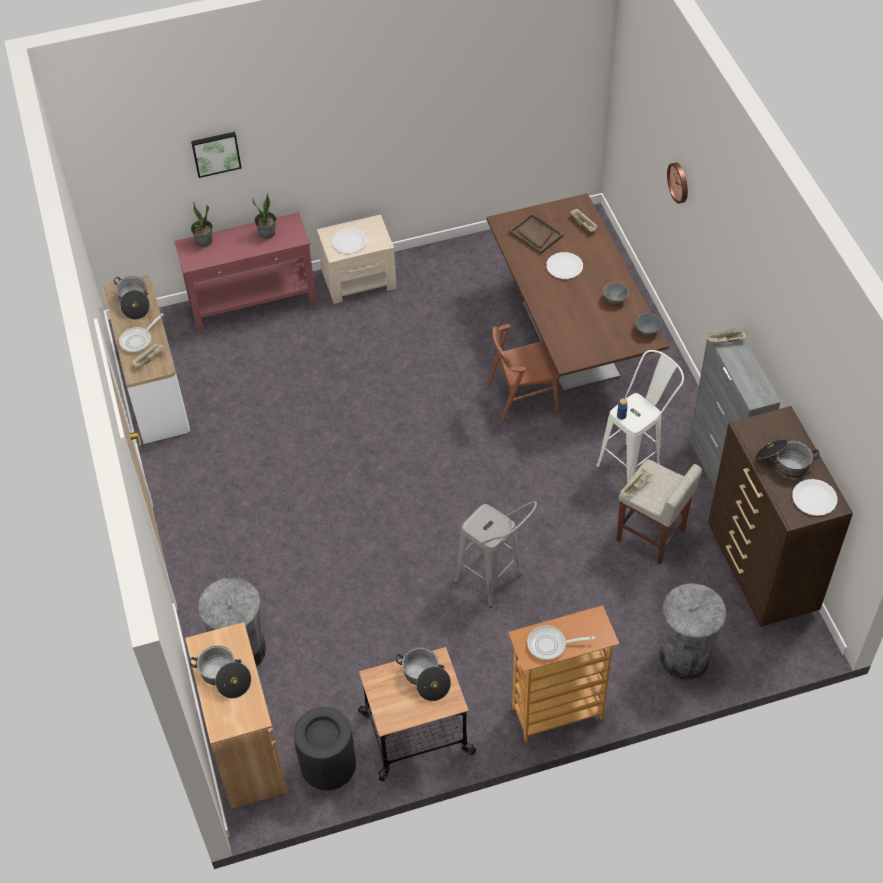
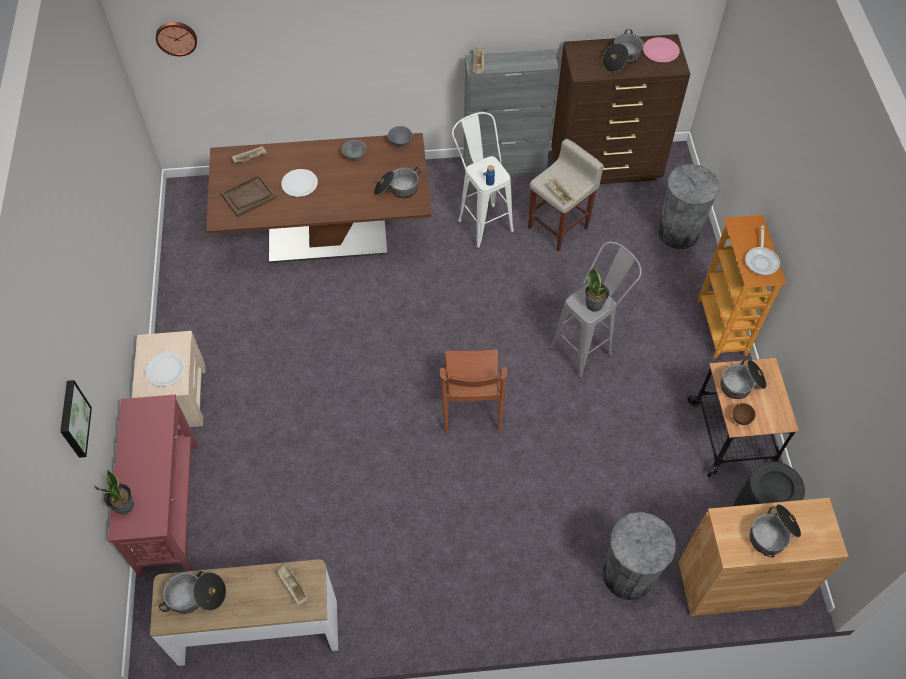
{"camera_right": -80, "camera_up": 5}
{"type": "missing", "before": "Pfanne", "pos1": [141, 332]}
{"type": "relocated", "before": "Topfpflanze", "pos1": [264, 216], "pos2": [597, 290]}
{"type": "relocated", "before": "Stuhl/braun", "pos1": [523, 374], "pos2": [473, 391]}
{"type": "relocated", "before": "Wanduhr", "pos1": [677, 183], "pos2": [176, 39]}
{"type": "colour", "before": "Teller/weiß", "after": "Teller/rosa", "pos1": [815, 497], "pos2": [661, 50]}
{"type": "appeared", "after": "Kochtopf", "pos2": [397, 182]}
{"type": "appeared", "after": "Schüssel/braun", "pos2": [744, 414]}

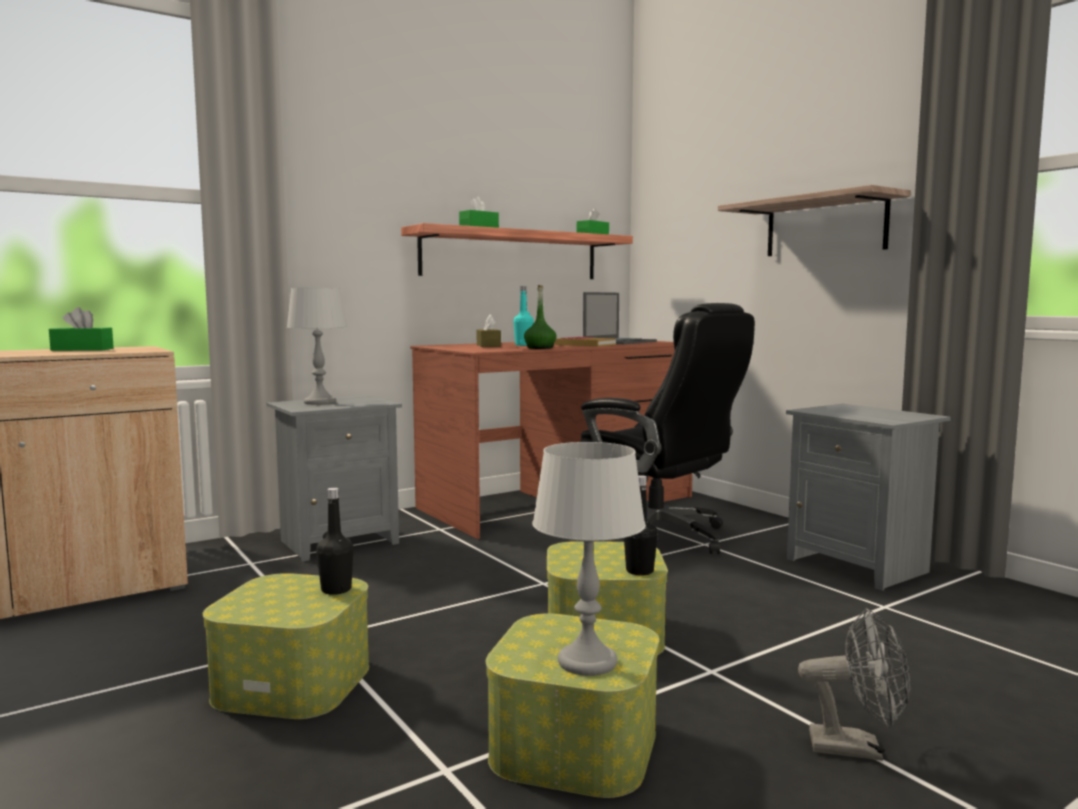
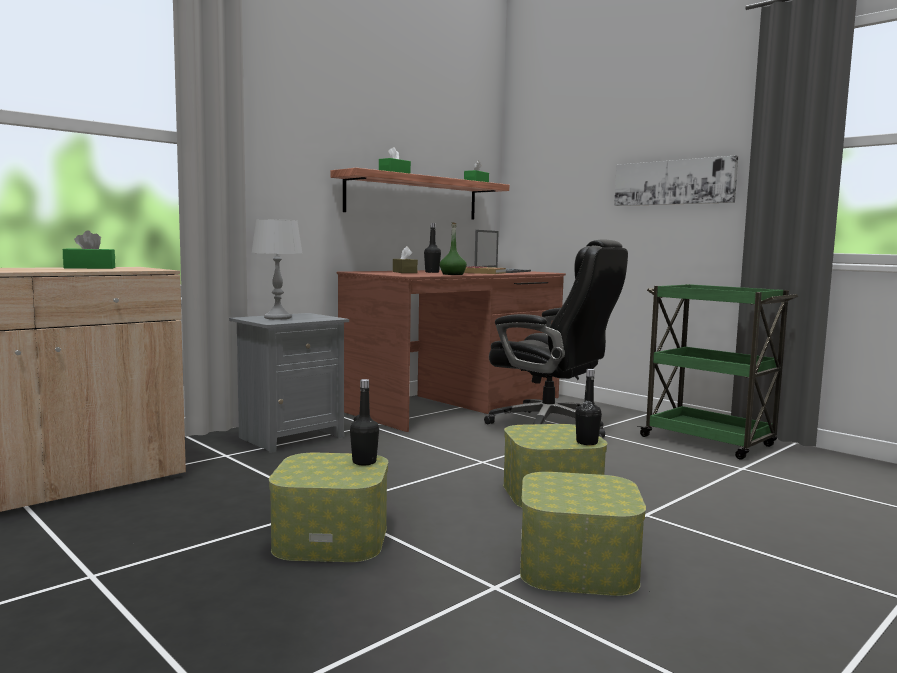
{"camera_right": -10, "camera_up": 0}
{"type": "colour", "before": "Flasche/türkis", "after": "Flasche/schwarz", "pos1": [523, 316], "pos2": [432, 248]}
{"type": "missing", "before": "Tischlampe/grau", "pos1": [589, 559]}
{"type": "exchanged", "before": "Wandregal", "after": "Bild", "pos1": [814, 220], "pos2": [676, 180]}
{"type": "exchanged", "before": "Nachttisch/grau", "after": "Rollwagen/grün", "pos1": [868, 497], "pos2": [718, 372]}
{"type": "missing", "before": "Ventilator/grau", "pos1": [854, 684]}

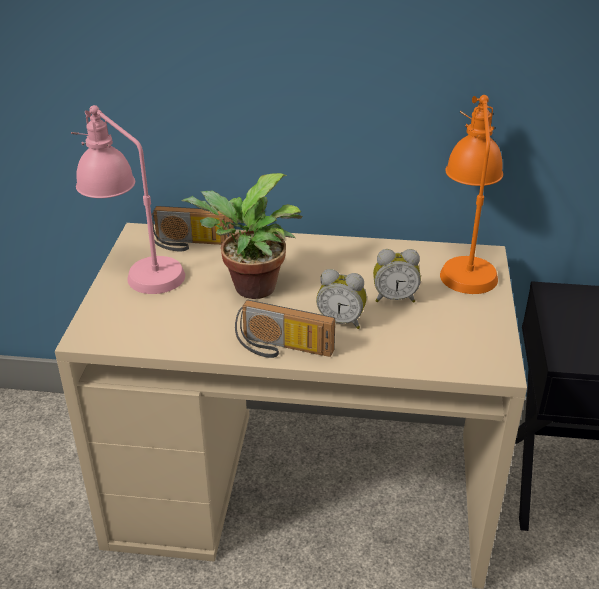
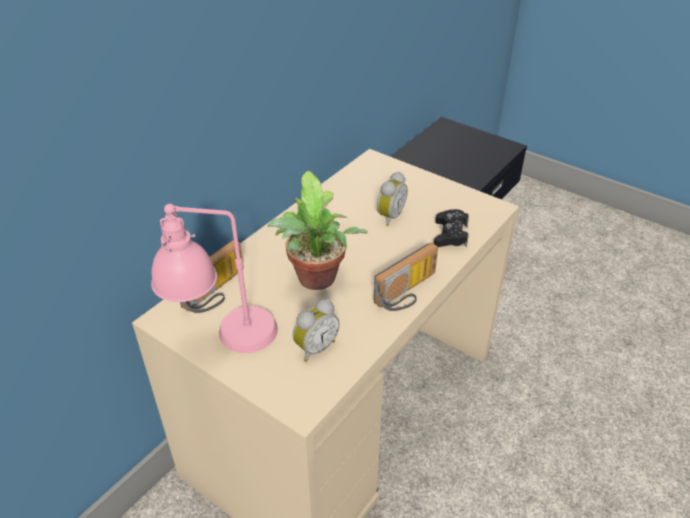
{"camera_right": -60, "camera_up": 5}
{"type": "relocated", "before": "Wecker", "pos1": [341, 299], "pos2": [316, 330]}
{"type": "missing", "before": "Tischlampe/orange", "pos1": [471, 194]}
{"type": "appeared", "after": "Gamepad/schwarz", "pos2": [451, 228]}

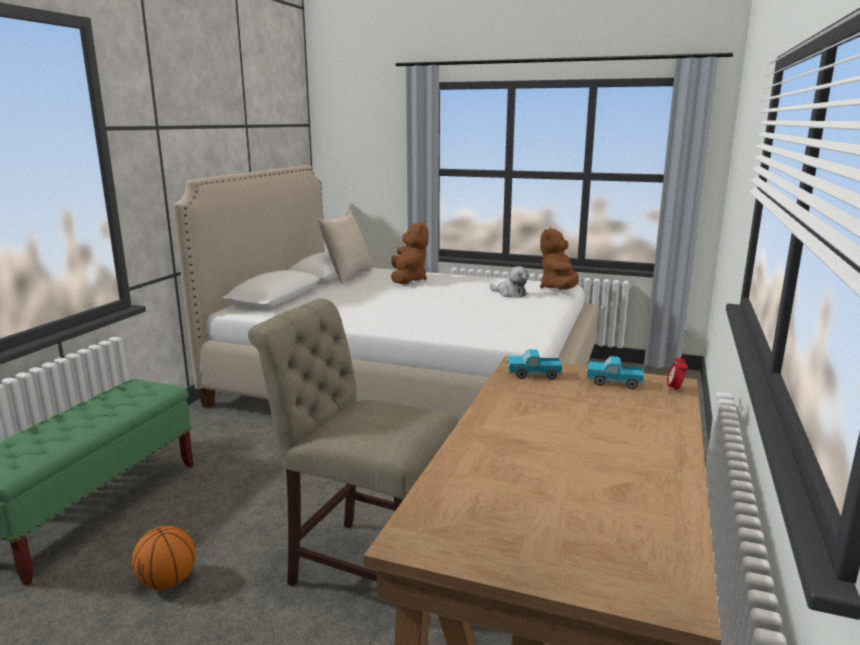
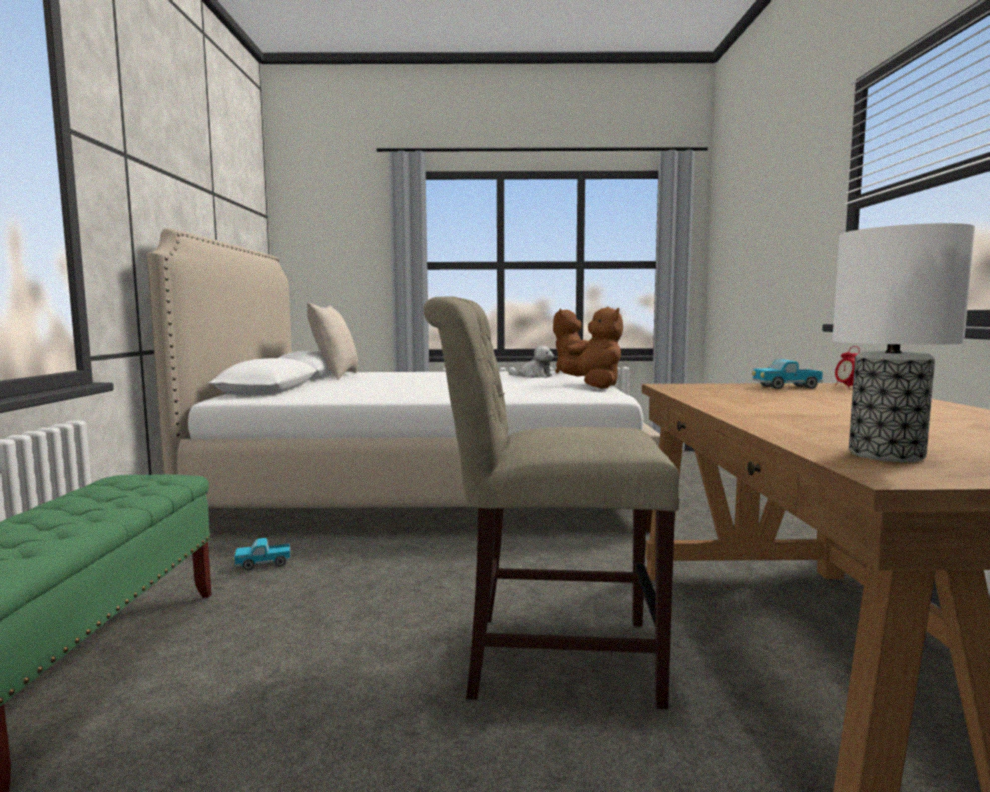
{"camera_right": -20, "camera_up": -10}
{"type": "missing", "before": "Basketball", "pos1": [164, 558]}
{"type": "relocated", "before": "Plüschtier/braun", "pos1": [410, 252], "pos2": [591, 348]}
{"type": "relocated", "before": "Spielzeuglaster", "pos1": [534, 364], "pos2": [262, 554]}
{"type": "appeared", "after": "Tischlampe", "pos2": [903, 342]}

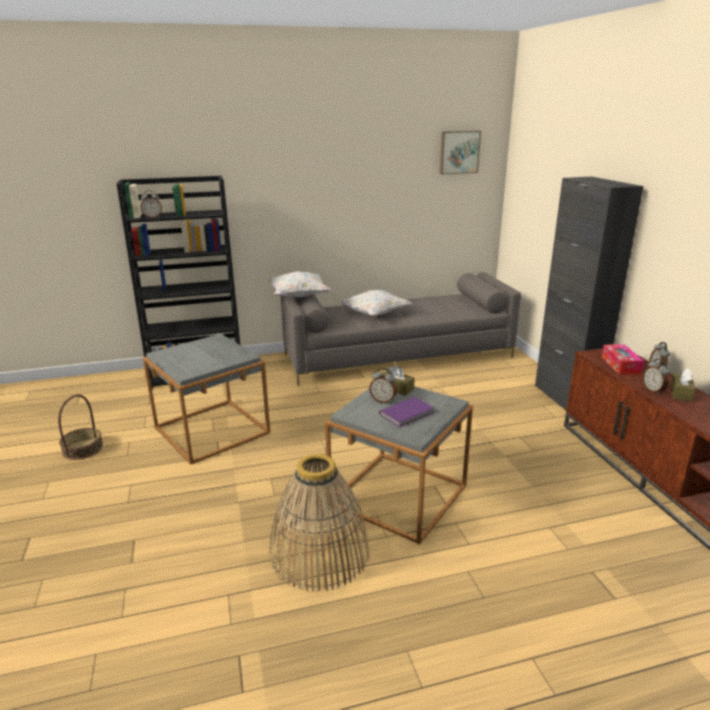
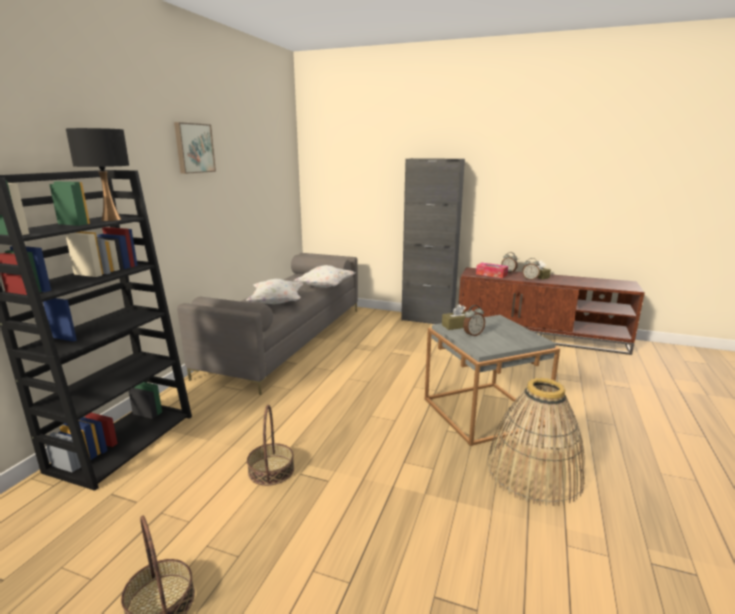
{"camera_right": -55, "camera_up": -5}
{"type": "missing", "before": "Wecker", "pos1": [151, 204]}
{"type": "exchanged", "before": "Beistelltisch/grau", "after": "Korb", "pos1": [206, 399], "pos2": [270, 445]}
{"type": "relocated", "before": "Kissen/weiß", "pos1": [299, 284], "pos2": [324, 276]}
{"type": "missing", "before": "Buch/lila", "pos1": [407, 412]}
{"type": "relocated", "before": "Bild", "pos1": [460, 153], "pos2": [195, 148]}
{"type": "appeared", "after": "Tischlampe/schwarz", "pos2": [97, 174]}

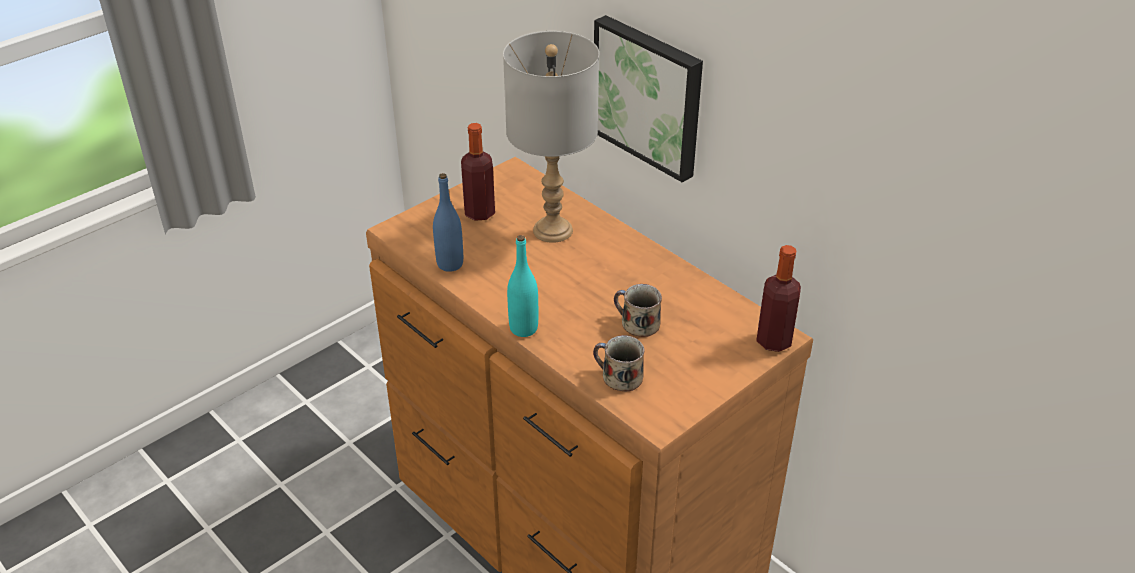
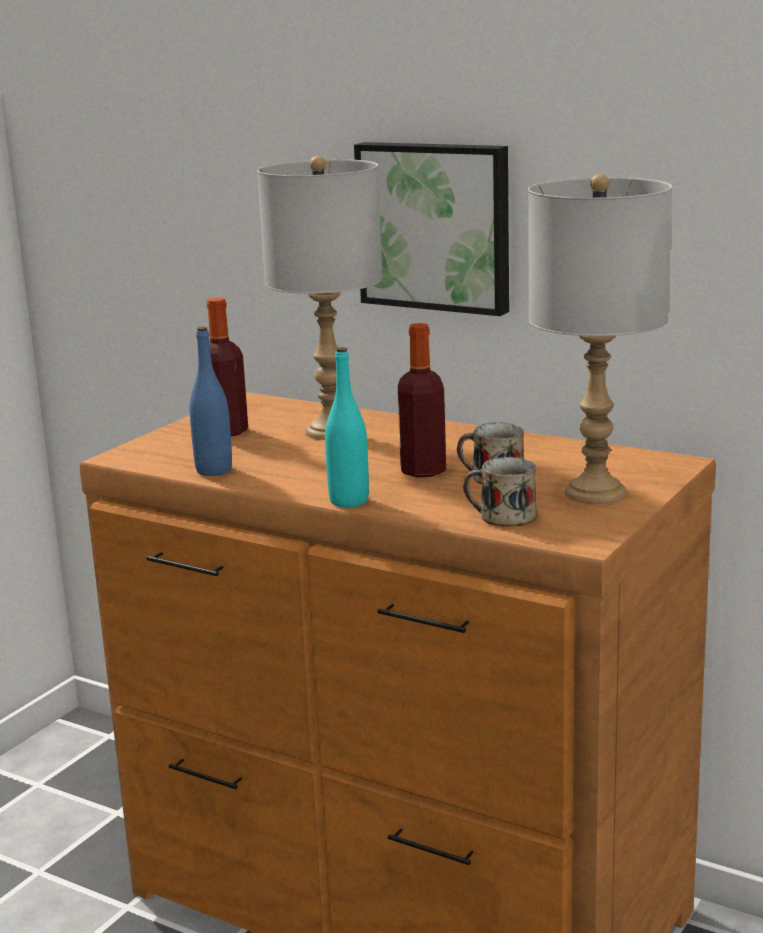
{"camera_right": -15, "camera_up": -20}
{"type": "relocated", "before": "Flasche", "pos1": [778, 298], "pos2": [422, 400]}
{"type": "appeared", "after": "Tischlampe/grau", "pos2": [600, 339]}

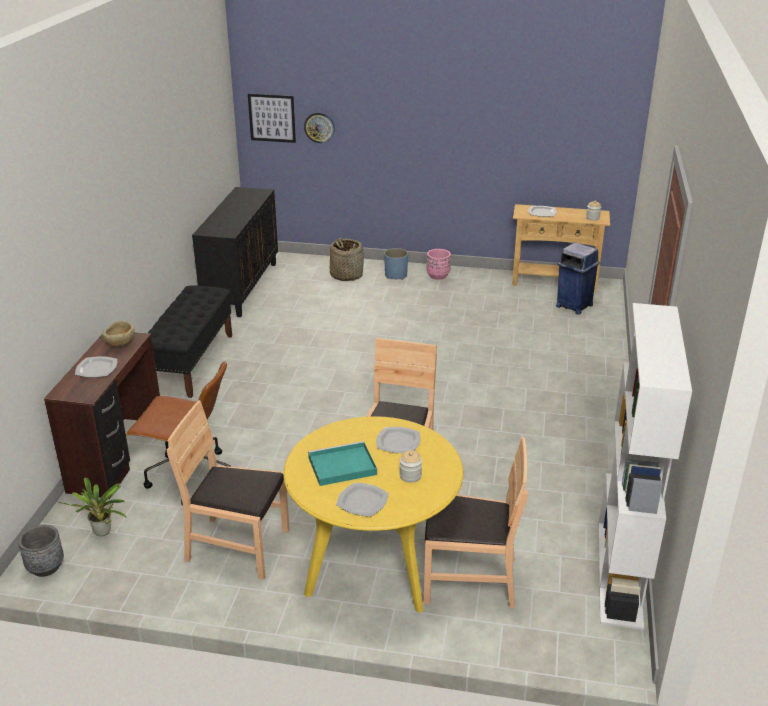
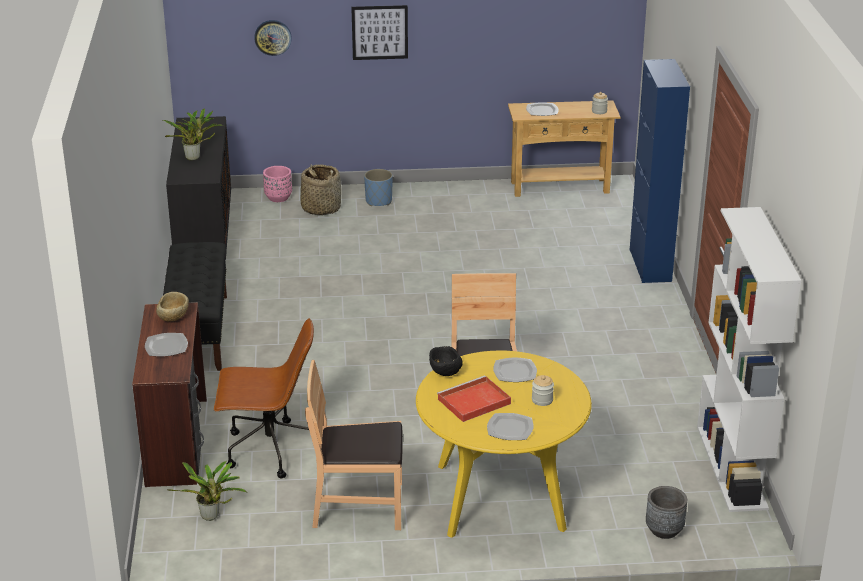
{"camera_right": -15, "camera_up": 0}
{"type": "relocated", "before": "Pflanzkübel/grau", "pos1": [41, 551], "pos2": [666, 512]}
{"type": "relocated", "before": "Bild", "pos1": [272, 118], "pos2": [379, 32]}
{"type": "colour", "before": "Tablett/türkis", "after": "Tablett/rot", "pos1": [342, 463], "pos2": [474, 398]}
{"type": "missing", "before": "Stuhl/braun", "pos1": [475, 523]}
{"type": "relocated", "before": "Pflanzkübel/rosa", "pos1": [439, 264], "pos2": [277, 184]}
{"type": "missing", "before": "Mülleimer/blau", "pos1": [578, 278]}
{"type": "appeared", "after": "Topfpflanze", "pos2": [194, 134]}
{"type": "appeared", "after": "Schüssel/schwarz", "pos2": [446, 361]}
{"type": "appeared", "after": "Schrank/blau", "pos2": [660, 171]}

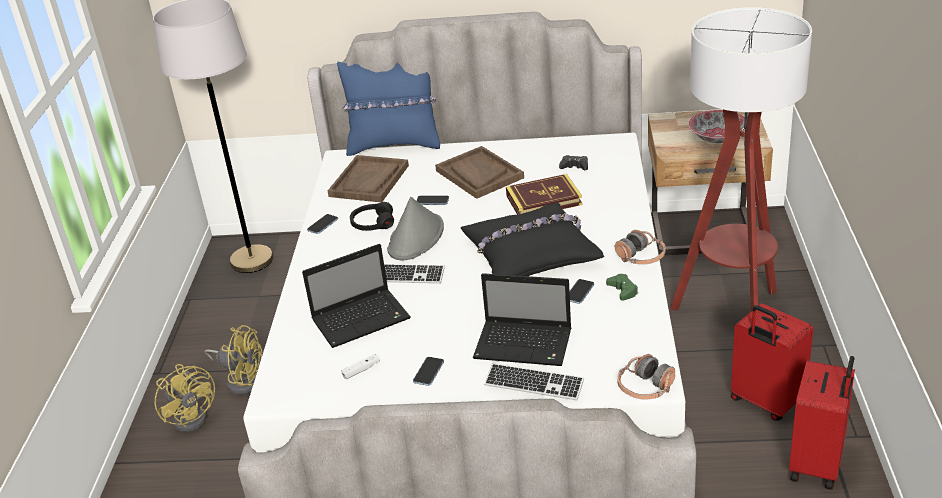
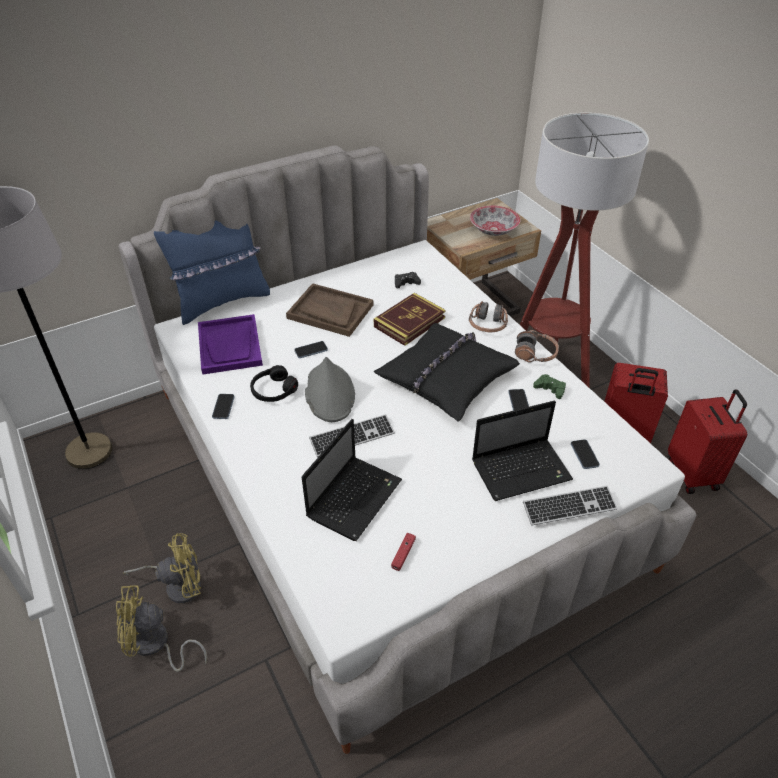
{"camera_right": -35, "camera_up": 10}
{"type": "spun", "before": "Ventilator/gelb", "pos1": [185, 398], "pos2": [161, 628], "turn": 150}
{"type": "colour", "before": "Tablett/braun", "after": "Tablett/lila", "pos1": [368, 178], "pos2": [230, 344]}
{"type": "colour", "before": "Gamepad/weiß", "after": "Gamepad/rot", "pos1": [360, 366], "pos2": [403, 552]}
{"type": "relocated", "before": "Handy", "pos1": [428, 371], "pos2": [585, 454]}
{"type": "relocated", "before": "Kopfhörer", "pos1": [646, 377], "pos2": [488, 316]}

